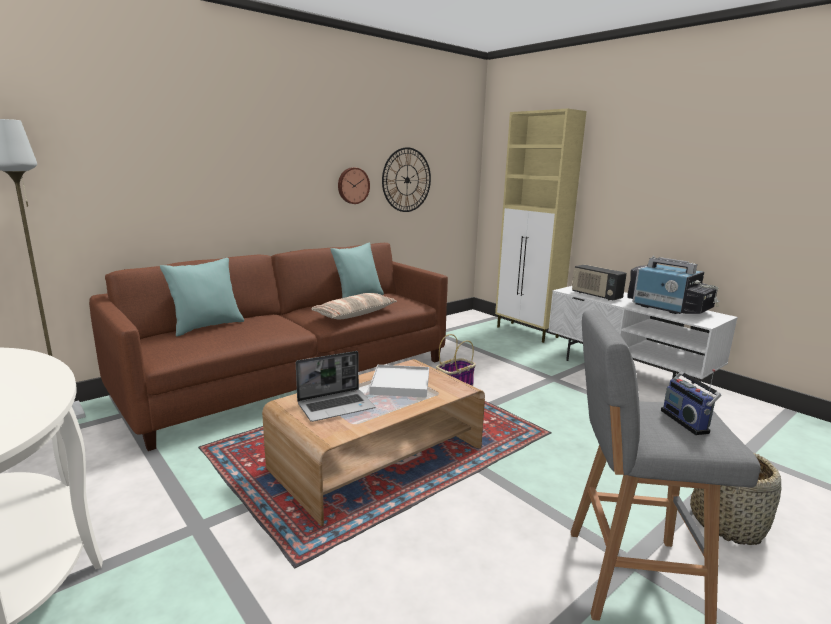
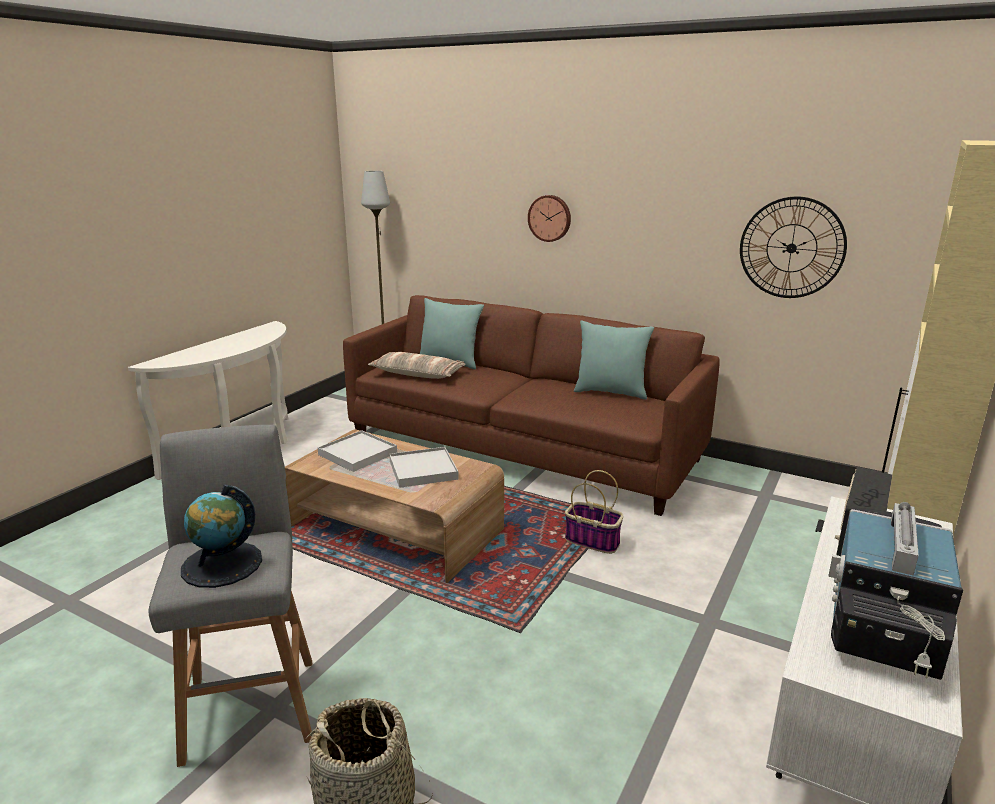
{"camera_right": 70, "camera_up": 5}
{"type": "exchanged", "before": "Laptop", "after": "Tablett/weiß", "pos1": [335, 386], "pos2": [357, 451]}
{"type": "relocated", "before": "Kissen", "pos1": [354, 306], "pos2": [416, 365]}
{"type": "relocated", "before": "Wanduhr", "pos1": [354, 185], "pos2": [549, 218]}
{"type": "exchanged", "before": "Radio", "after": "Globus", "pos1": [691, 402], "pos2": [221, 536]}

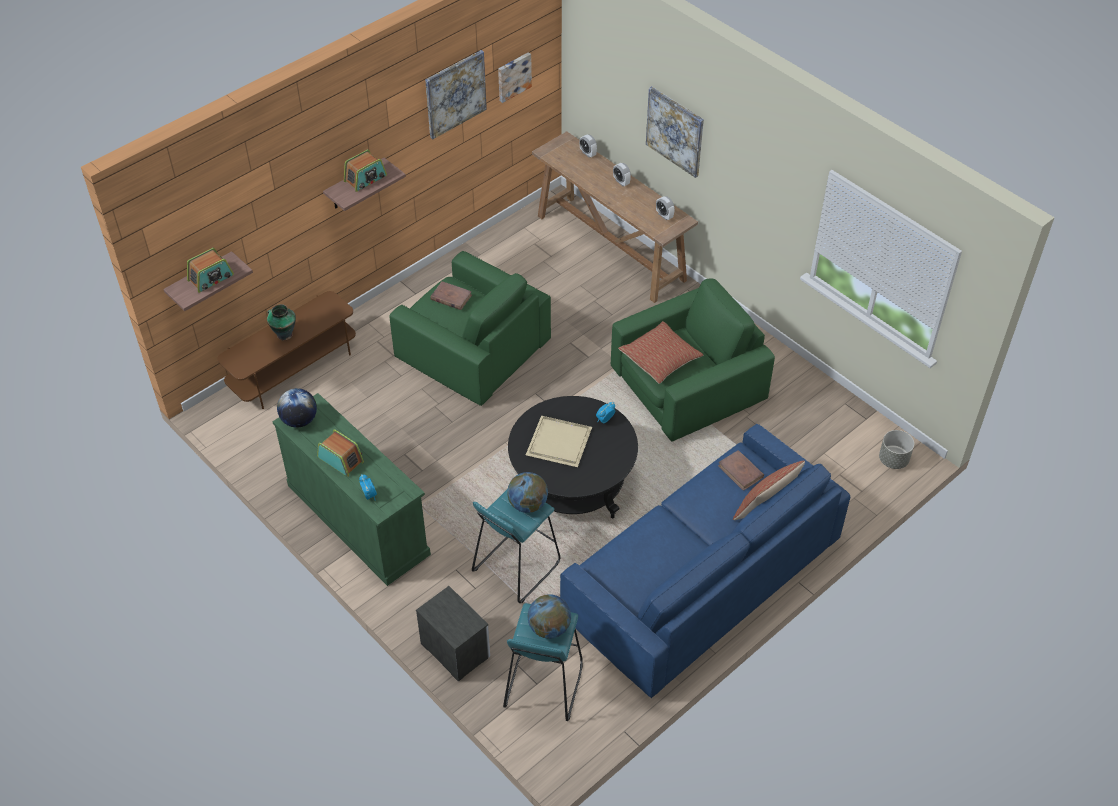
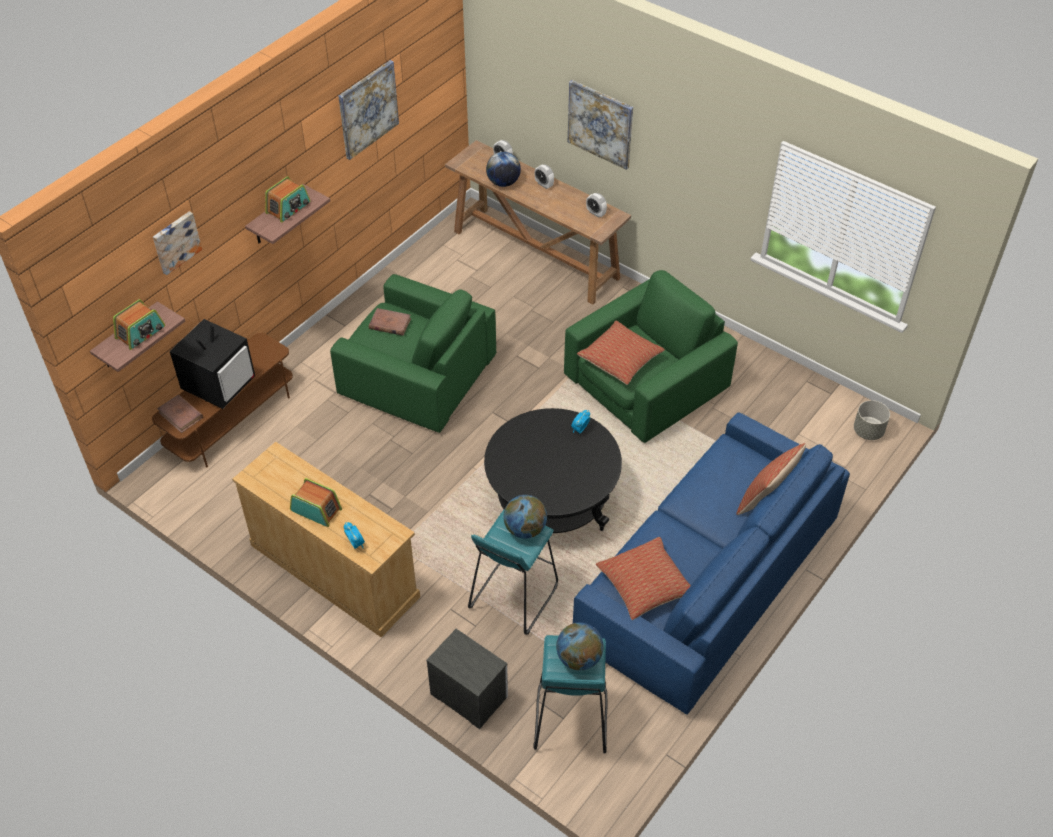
{"camera_right": -10, "camera_up": 0}
{"type": "exchanged", "before": "Vase", "after": "Fernseher", "pos1": [281, 322], "pos2": [212, 364]}
{"type": "colour", "before": "Kommode/grün", "after": "Kommode/beige", "pos1": [351, 489], "pos2": [326, 539]}
{"type": "relocated", "before": "Globus", "pos1": [297, 408], "pos2": [503, 169]}
{"type": "relocated", "before": "Bild", "pos1": [515, 77], "pos2": [177, 243]}
{"type": "missing", "before": "Tablett/beige", "pos1": [559, 441]}
{"type": "relocated", "before": "Buch/braun", "pos1": [741, 470], "pos2": [180, 413]}
{"type": "appeared", "after": "Kissen", "pos2": [643, 578]}

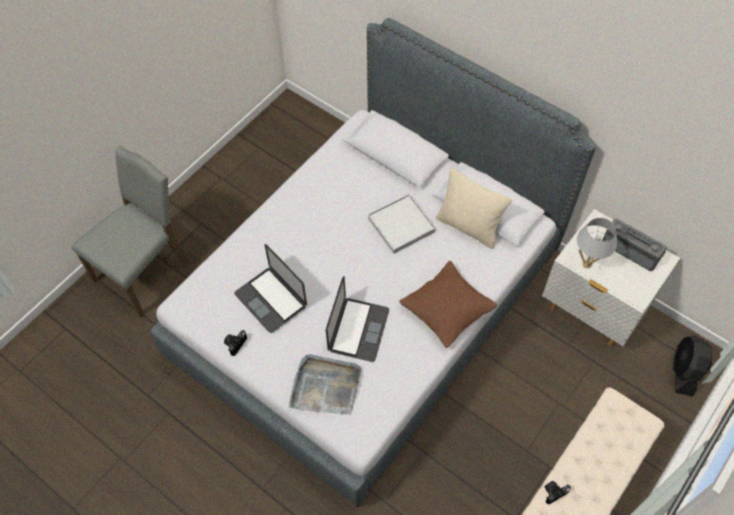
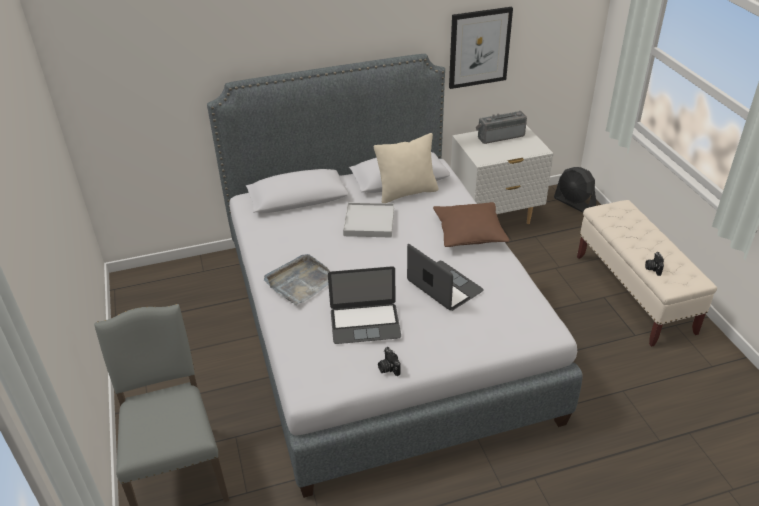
{"camera_right": -55, "camera_up": -20}
{"type": "relocated", "before": "Tablett/grau", "pos1": [325, 384], "pos2": [297, 279]}
{"type": "missing", "before": "Tischlampe/weiß", "pos1": [597, 243]}
{"type": "appeared", "after": "Bild", "pos2": [481, 48]}

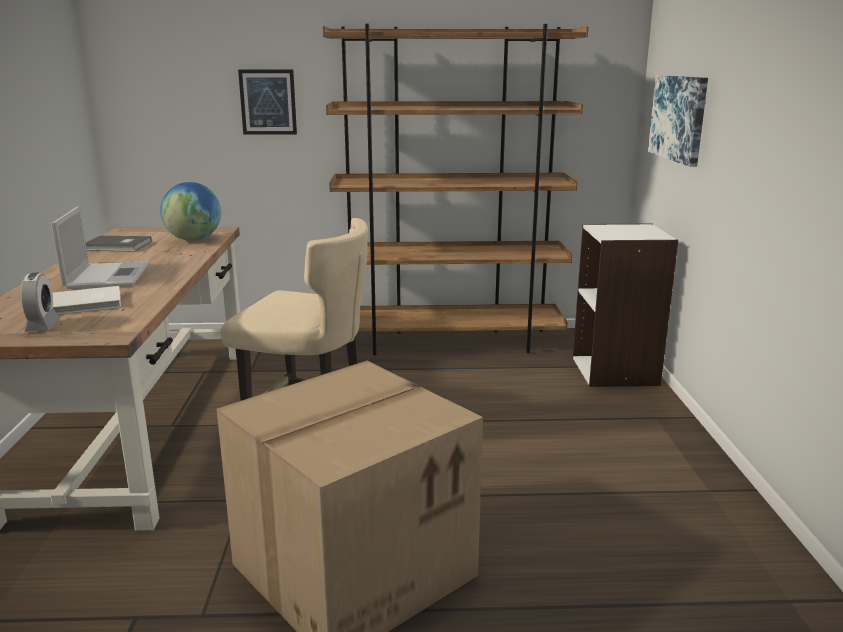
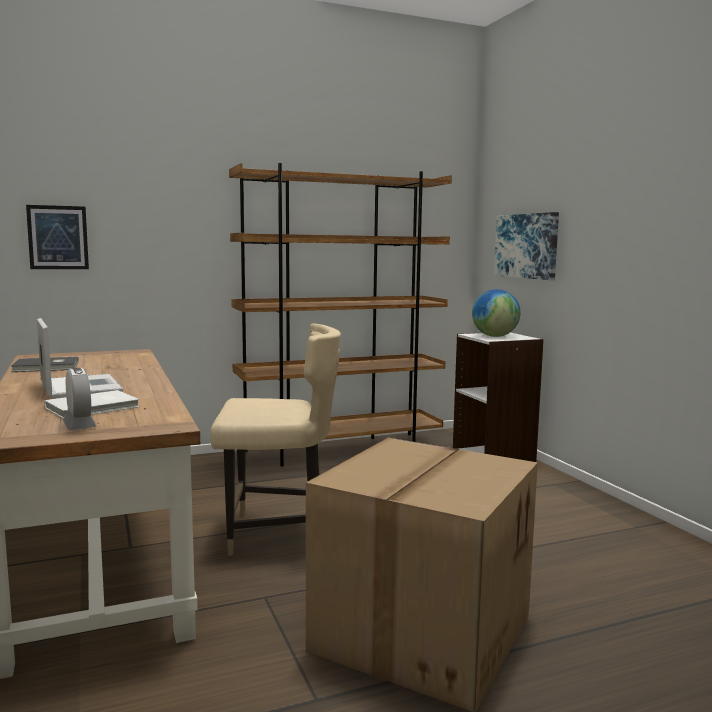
{"camera_right": -20, "camera_up": -10}
{"type": "relocated", "before": "Globus", "pos1": [190, 211], "pos2": [496, 313]}
{"type": "relocated", "before": "Bild", "pos1": [267, 102], "pos2": [57, 237]}

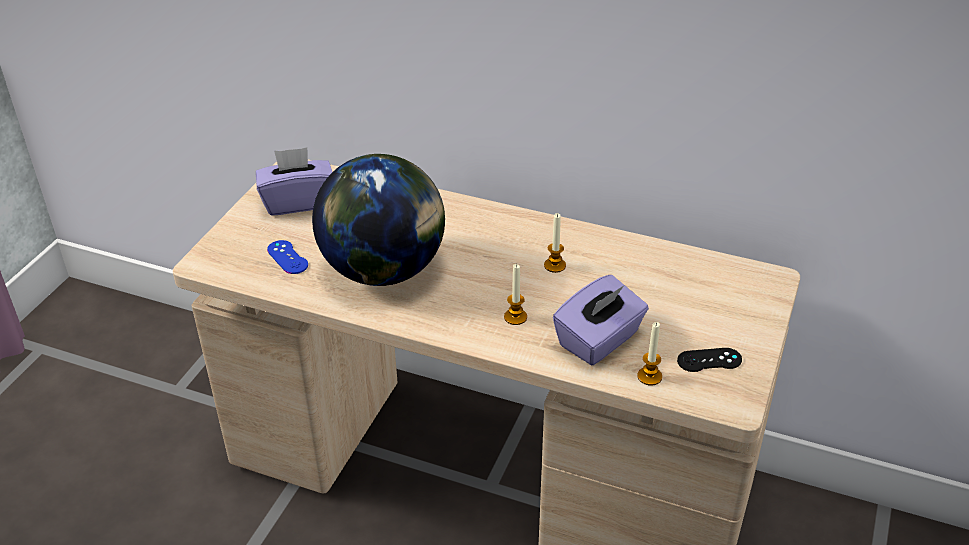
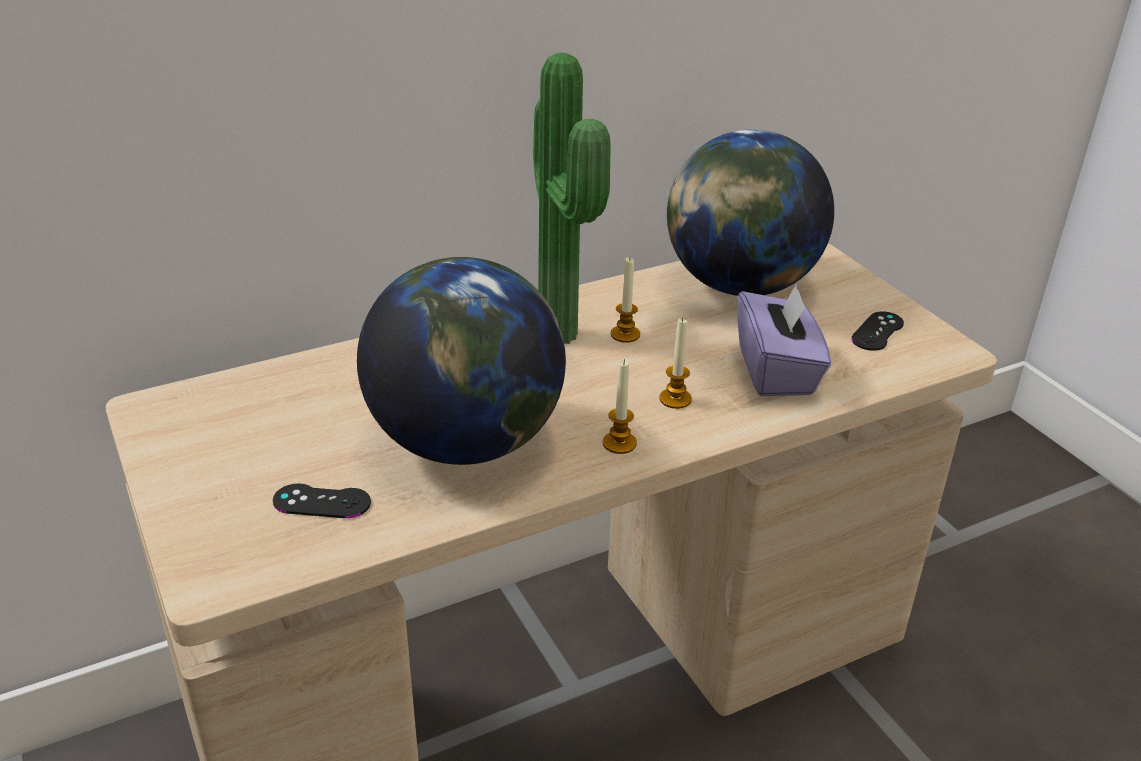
{"camera_right": -50, "camera_up": -5}
{"type": "missing", "before": "Taschentuchbox/lila", "pos1": [294, 181]}
{"type": "colour", "before": "Gamepad/blau", "after": "Gamepad/schwarz", "pos1": [287, 257], "pos2": [322, 501]}
{"type": "relocated", "before": "Kerze", "pos1": [649, 354], "pos2": [620, 406]}
{"type": "appeared", "after": "Topfpflanze", "pos2": [572, 198]}
{"type": "appeared", "after": "Globus", "pos2": [750, 213]}

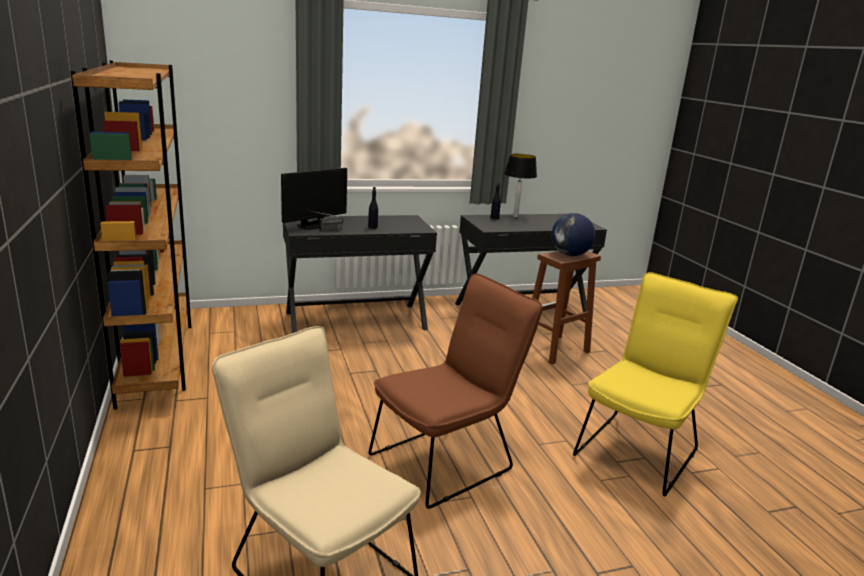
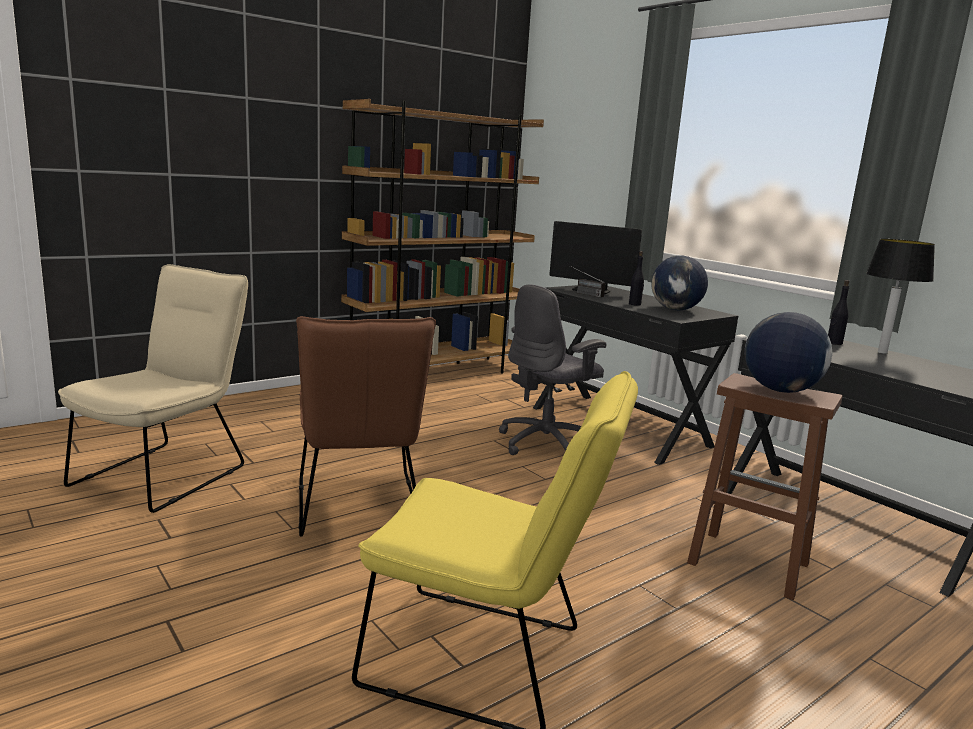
{"camera_right": 70, "camera_up": -5}
{"type": "spun", "before": "Stuhl/braun", "pos1": [455, 391], "pos2": [366, 426], "turn": 45}
{"type": "appeared", "after": "Bürostuhl/grau", "pos2": [552, 370]}
{"type": "appeared", "after": "Globus", "pos2": [679, 283]}

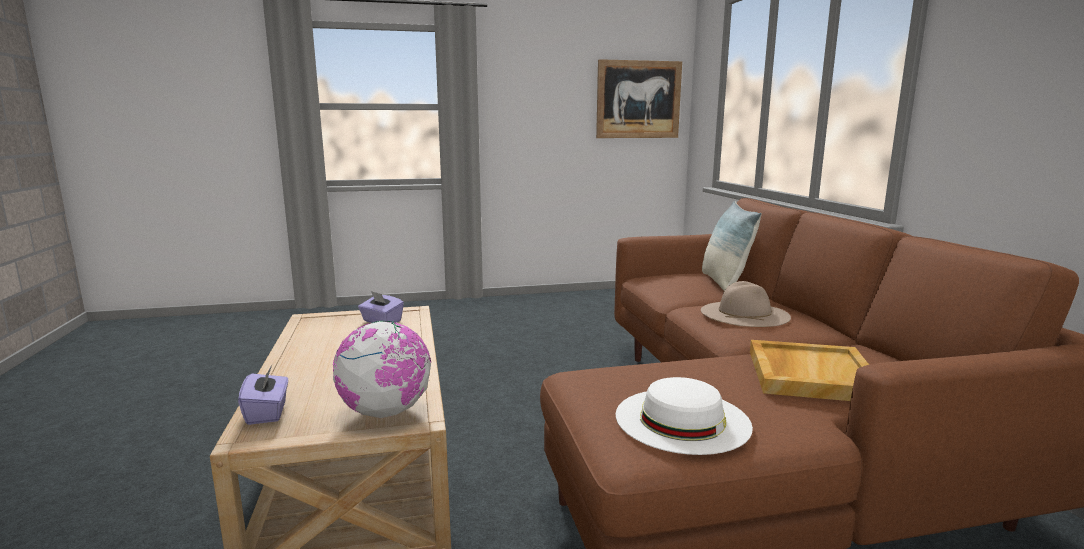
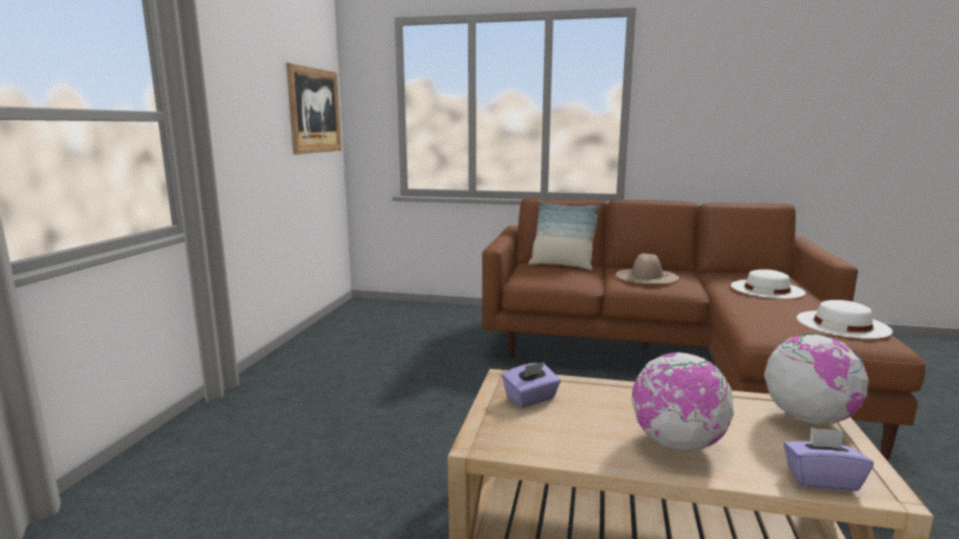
{"camera_right": -65, "camera_up": 0}
{"type": "exchanged", "before": "Tablett/beige", "after": "Hut/weiß", "pos1": [809, 370], "pos2": [768, 284]}
{"type": "appeared", "after": "Globus", "pos2": [682, 401]}

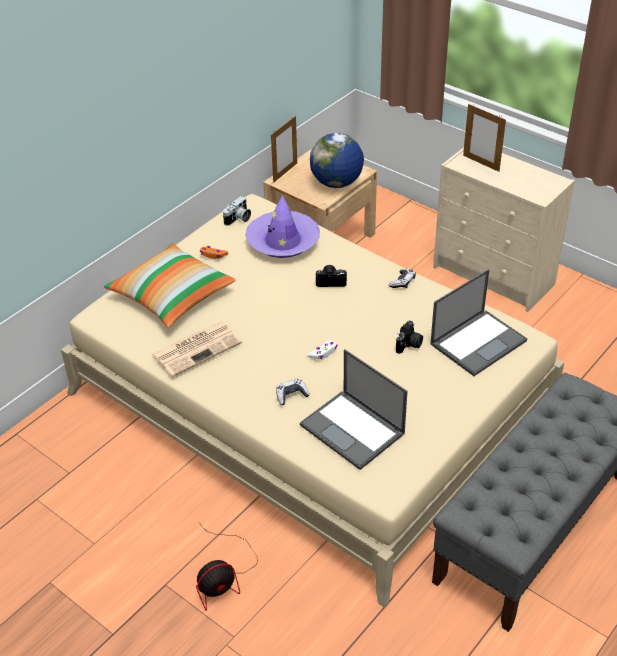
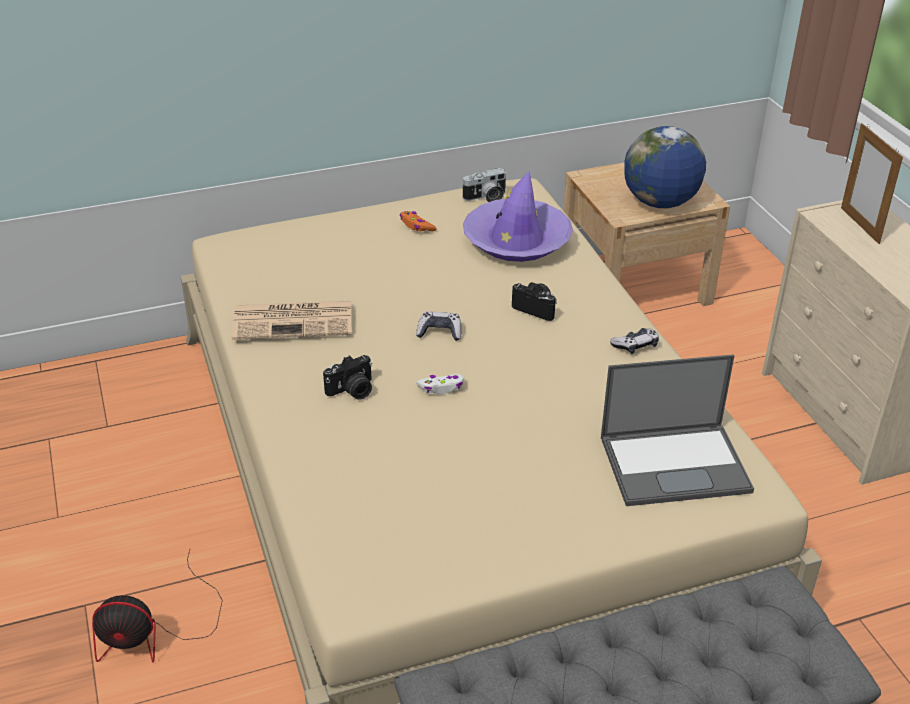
{"camera_right": 30, "camera_up": -5}
{"type": "missing", "before": "Kissen", "pos1": [170, 285]}
{"type": "missing", "before": "Bilderrahmen", "pos1": [284, 149]}
{"type": "relocated", "before": "Gamepad", "pos1": [293, 391], "pos2": [439, 326]}
{"type": "missing", "before": "Laptop", "pos1": [354, 409]}
{"type": "relocated", "before": "Kamera", "pos1": [409, 337], "pos2": [347, 377]}

